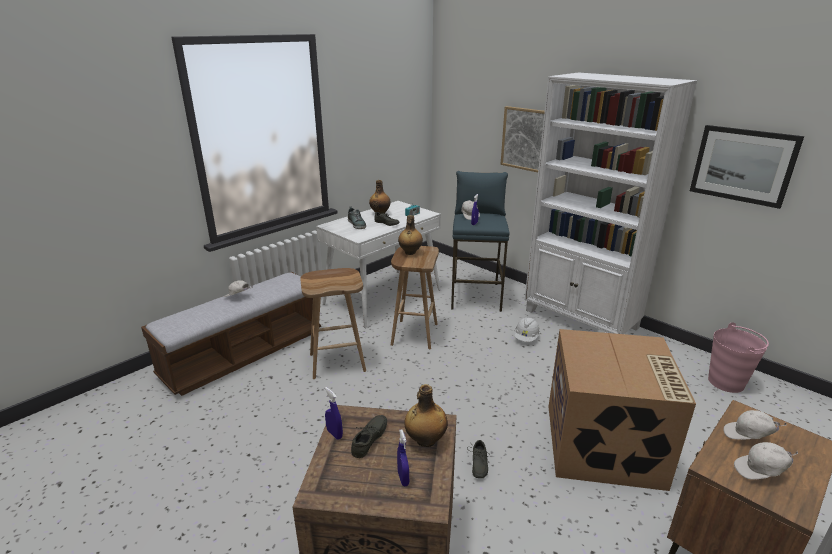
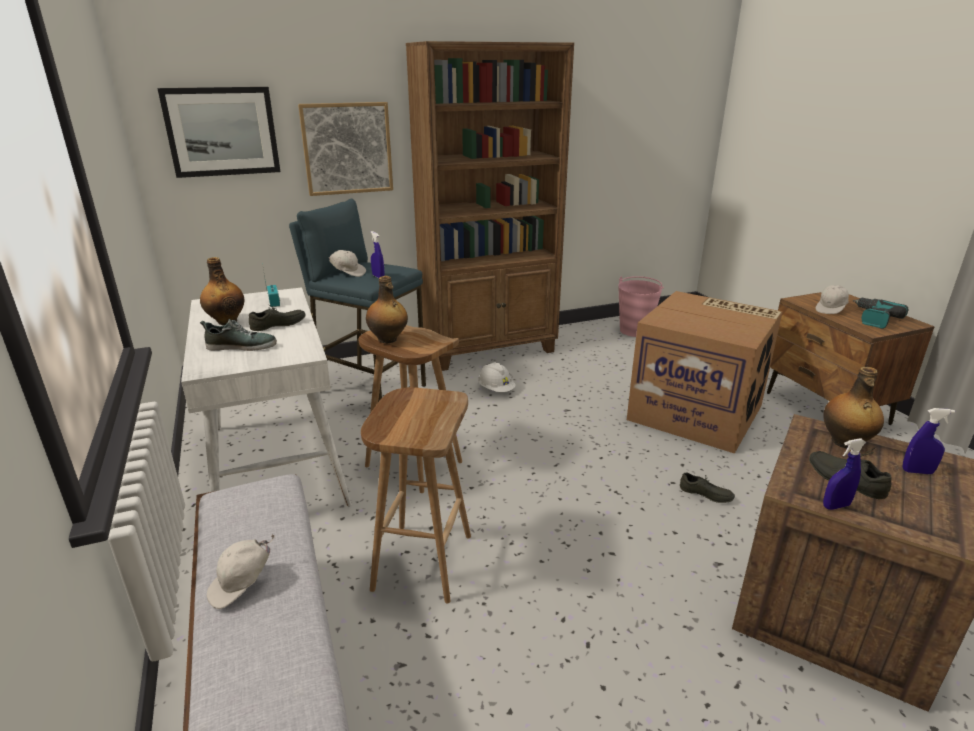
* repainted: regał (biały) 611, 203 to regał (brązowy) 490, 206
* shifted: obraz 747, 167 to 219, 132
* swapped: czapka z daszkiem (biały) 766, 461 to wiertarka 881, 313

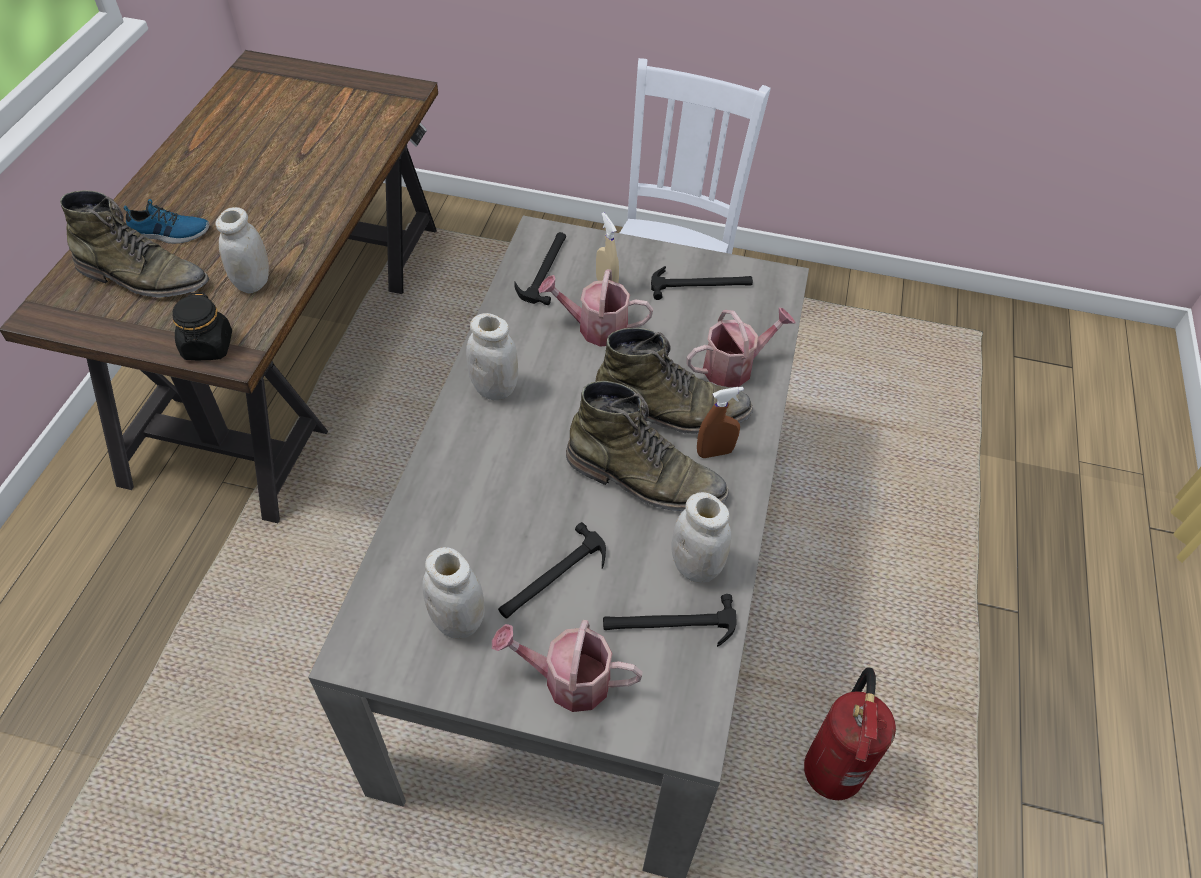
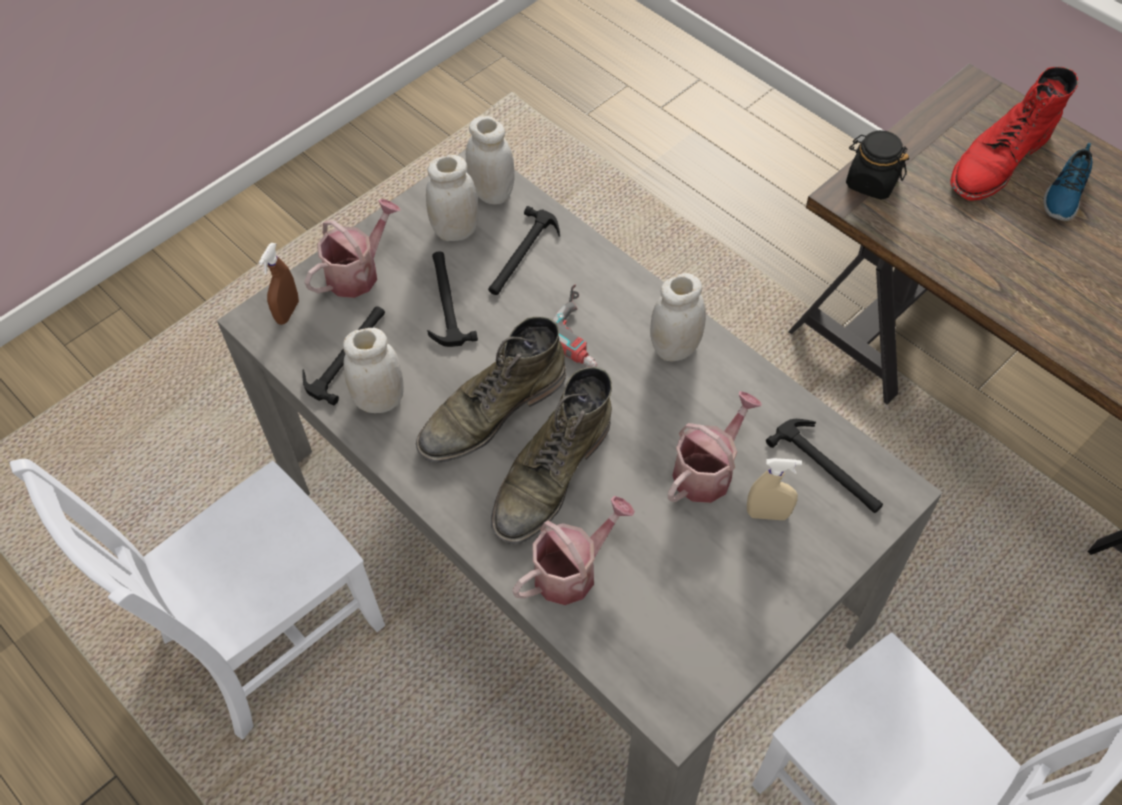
* repainted: but z cholewką (zielony) 134, 244 to but z cholewką (czerwony) 1014, 134
* shifted: słoik (biały) 242, 250 to 490, 160
* shifted: młotek 702, 283 to 524, 250
* rotated: konewka 740, 347 = 573, 550 135 degrees counterclockwise
* shifted: spryskiwacz (brązowy) 720, 422 to 279, 284
* swapped: gaśnica 850, 733 to krzesło (biały) 197, 599
* new: wiertarka 575, 325

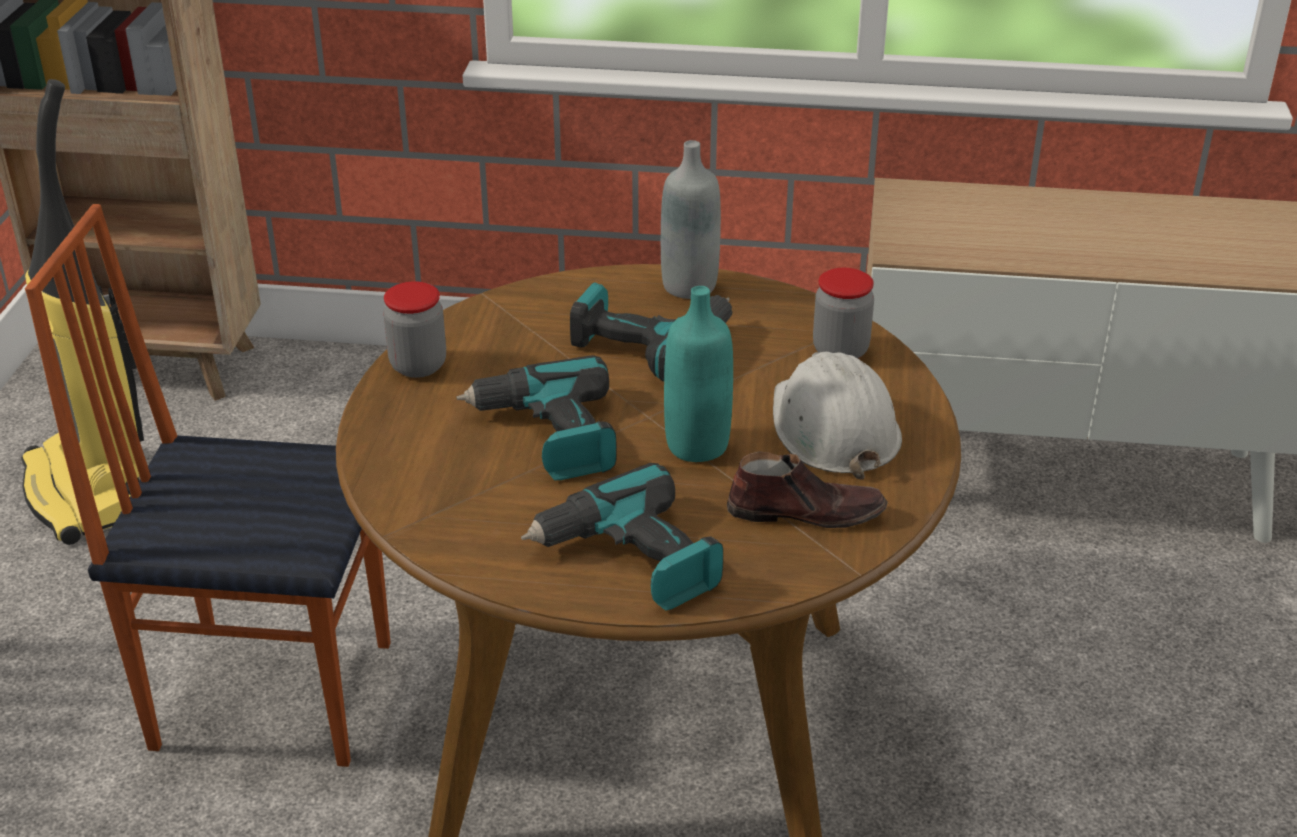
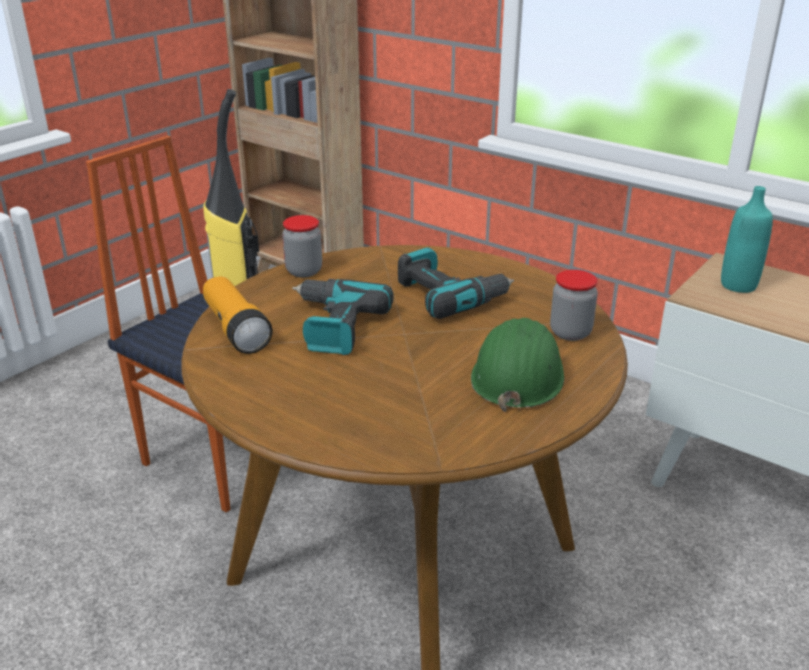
* gone: wiertarka 622, 537
* gone: butelka (szary) 691, 219
* shifted: butelka (turkusowy) 698, 374 to 747, 239
* gone: but (brązowy) 807, 489
* repainted: kask (biały) 837, 416 to kask (zielony) 517, 365
* new: latarka 237, 315

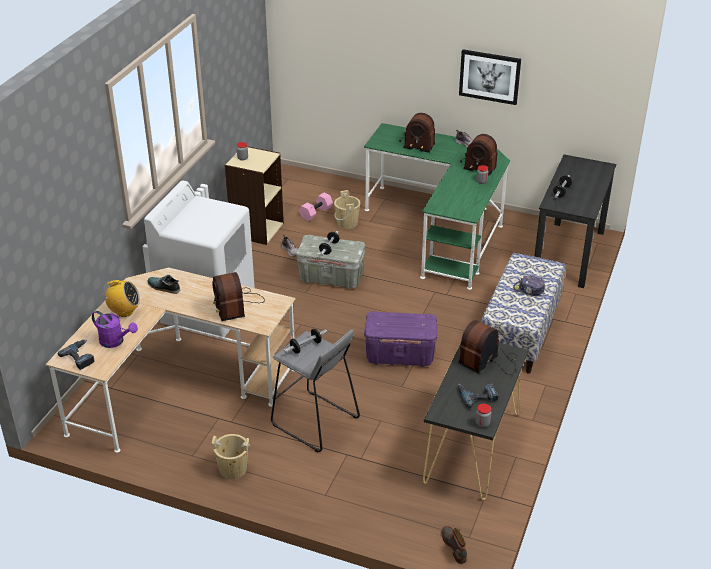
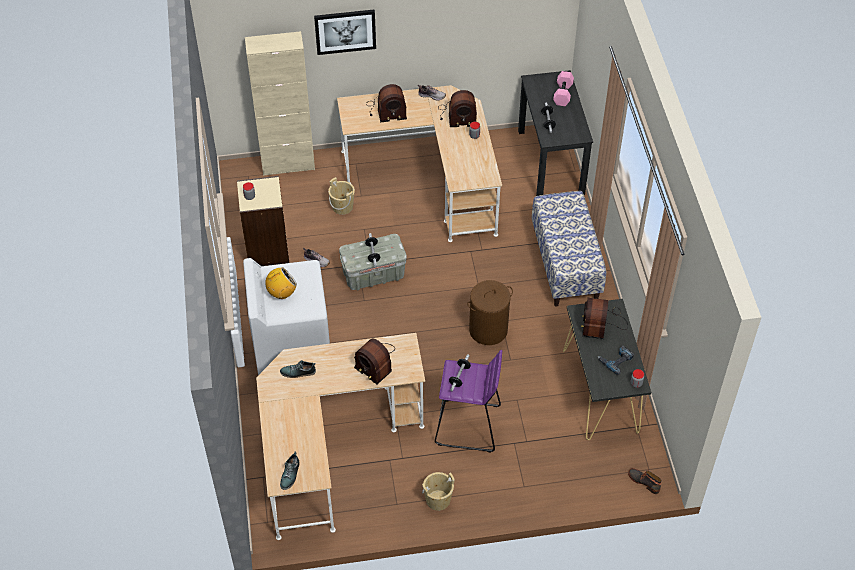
* swapped: wiertarka 76, 354 to but 290, 471
* gone: konewka (fioletowy) 115, 329
* shifted: radio 121, 298 to 281, 283
* repainted: stołek (szary) 315, 391 to stołek (fioletowy) 468, 401
* shifted: hantel (różowy) 316, 207 to 563, 88
* repainted: biurko (zielony) 437, 206 to biurko (beżowy) 419, 163
* swapped: pojemnik do przechowywania (fioletowy) 401, 339 to kosz na pranie (brązowy) 490, 312
* shifted: obraz 490, 77 to 345, 32
* gone: czapka z daszkiem 529, 285
* new: szafka (beżowy) 280, 103

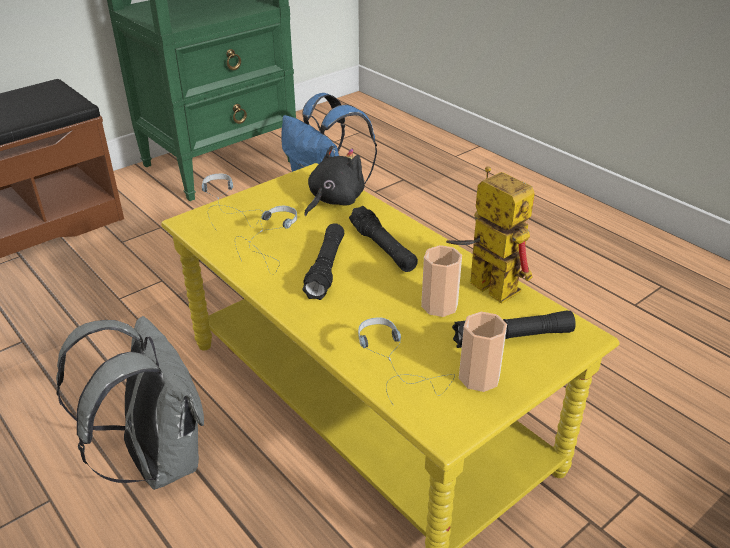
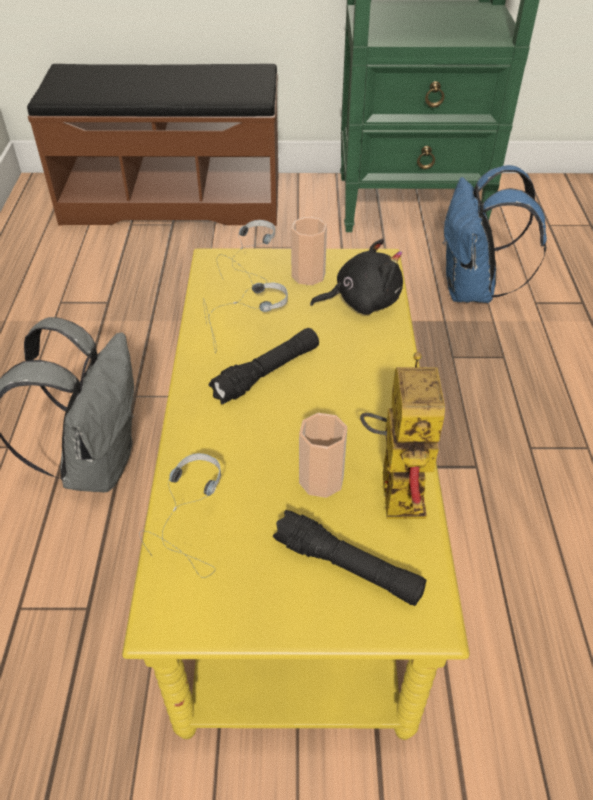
* gone: latarka (czarny) 383, 239
* shifted: filiżanka 483, 352 to 309, 251

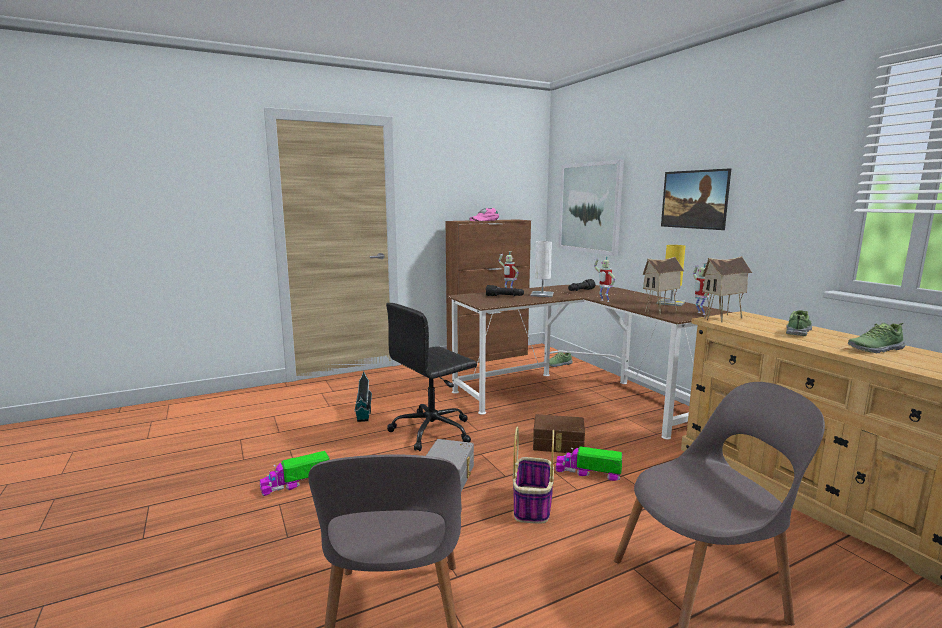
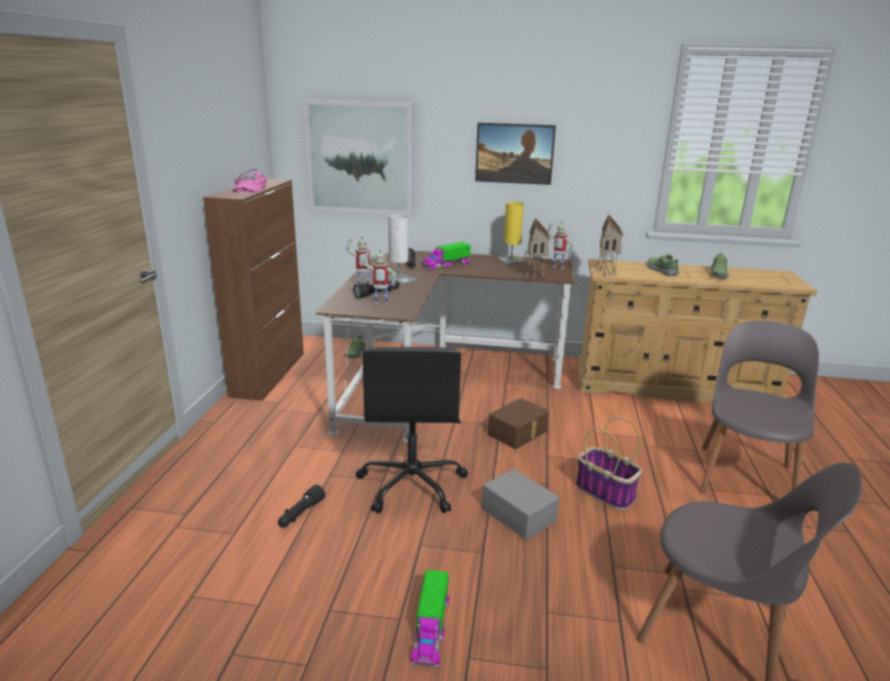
* swapped: domek 363, 396 to latarka (czarny) 301, 506
* shifted: ciężarówka zabawkowa 588, 464 to 446, 256
* shifted: robot zabawkowy 605, 279 to 380, 276

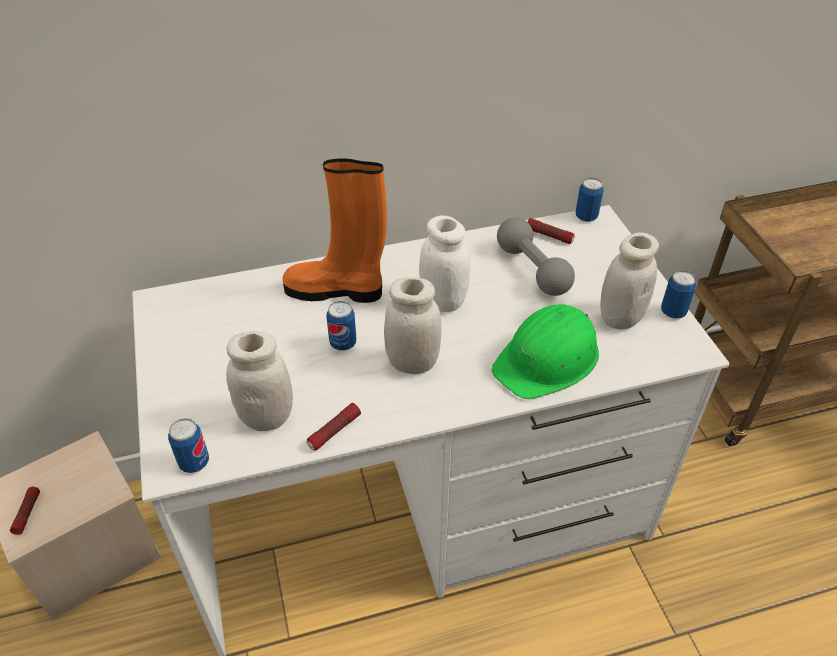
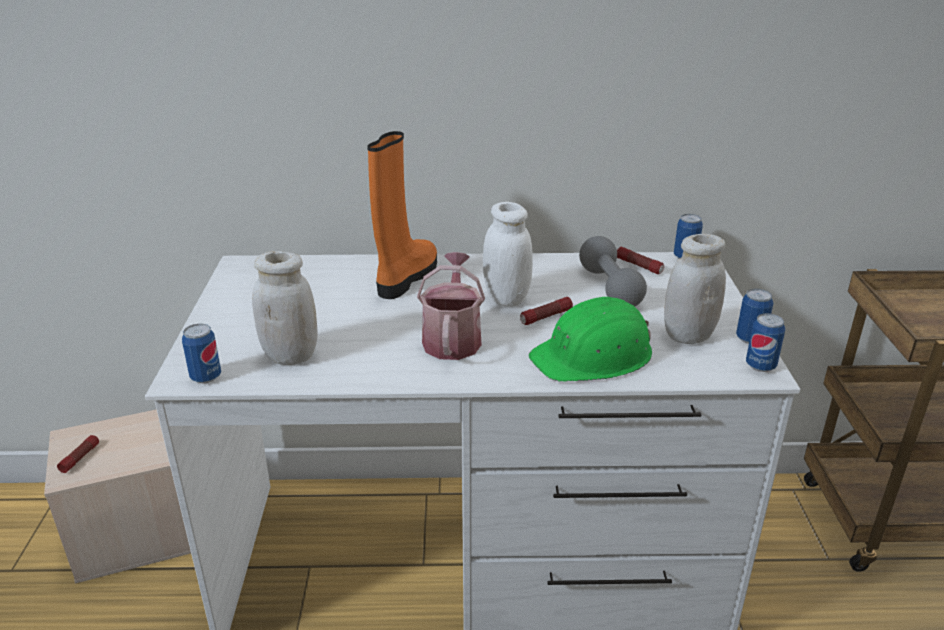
* rotated: but z cholewką (pomarańczowy) 334, 230 = 402, 215 90 degrees clockwise
* shifted: latarka 334, 426 to 546, 311
* shifted: puszka 341, 325 to 765, 342
* swapped: słoik (biały) 412, 325 to konewka 451, 306

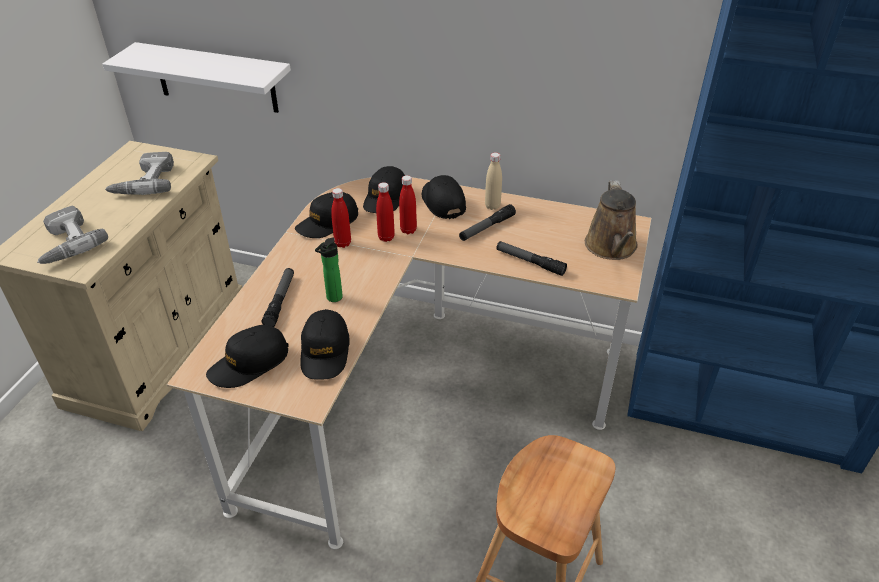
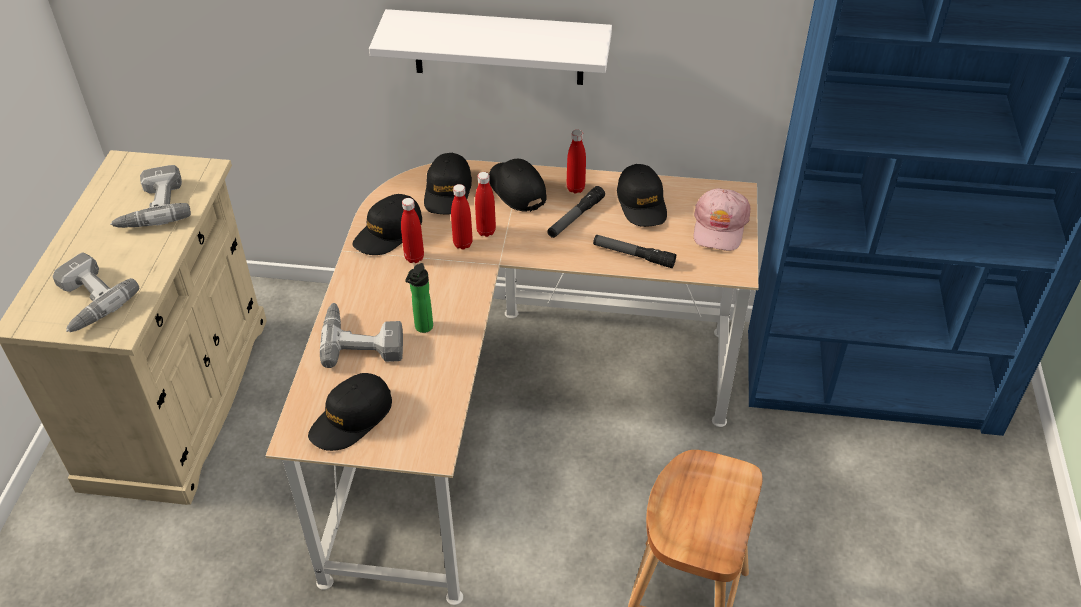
* shifted: półka (biały) 196, 77 to 490, 47
* swapped: latarka 278, 297 to wiertarka 361, 335
* shifted: czapka z daszkiem (czarny) 325, 344 to 642, 195
* repainted: butelka (beżowy) 493, 181 to butelka (czerwony) 576, 162
* swapped: konewka (brązowy) 611, 220 to czapka z daszkiem (różowy) 722, 219

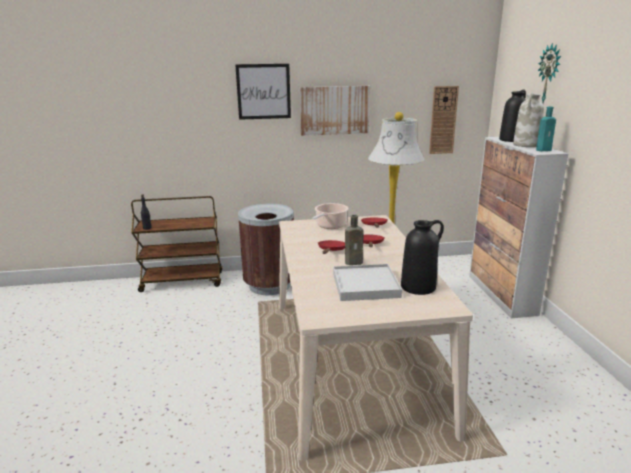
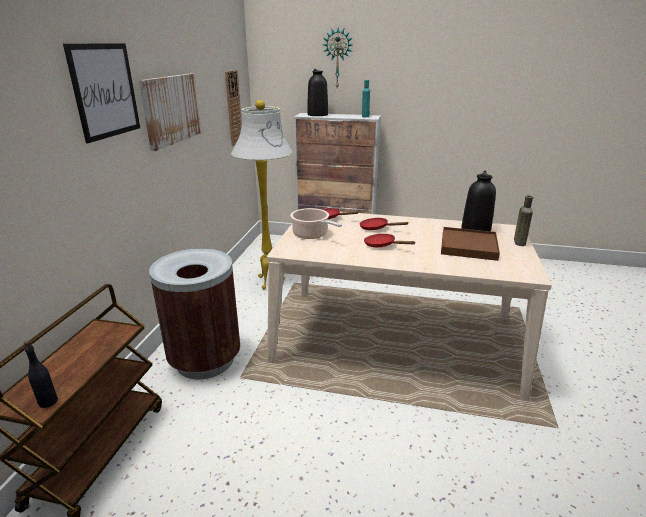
* repainted: taca (biały) 367, 282 to taca (brązowy) 470, 244
* shifted: butelka (brązowy) 354, 240 to 523, 220
* gone: wazon (biały) 528, 120

